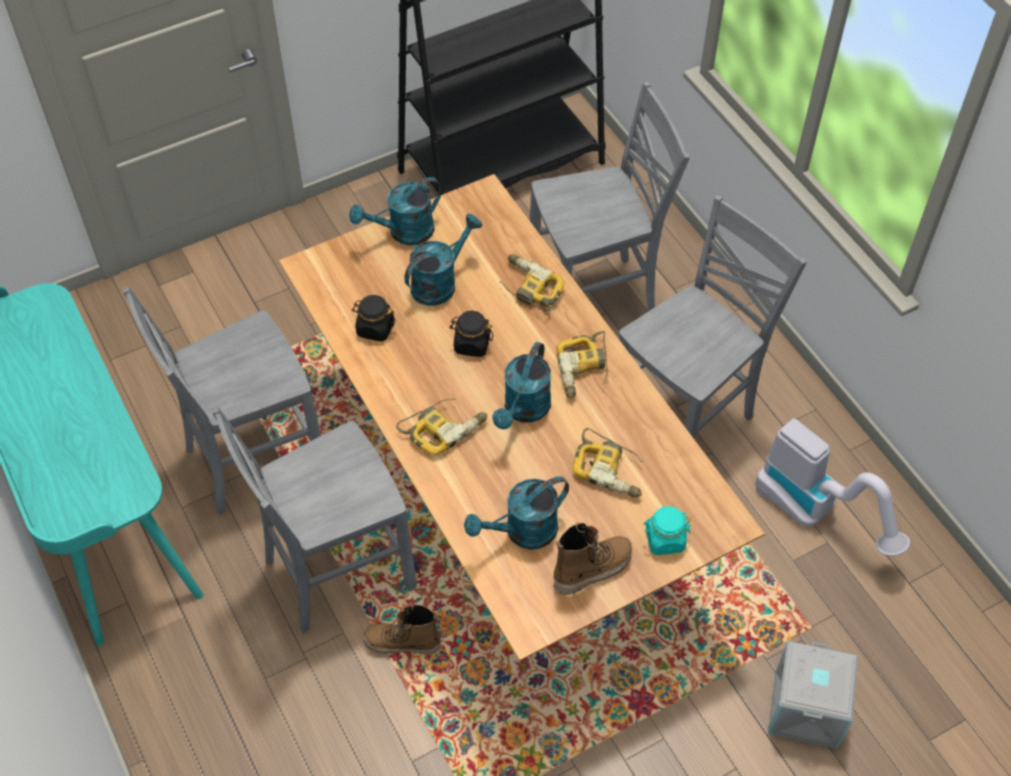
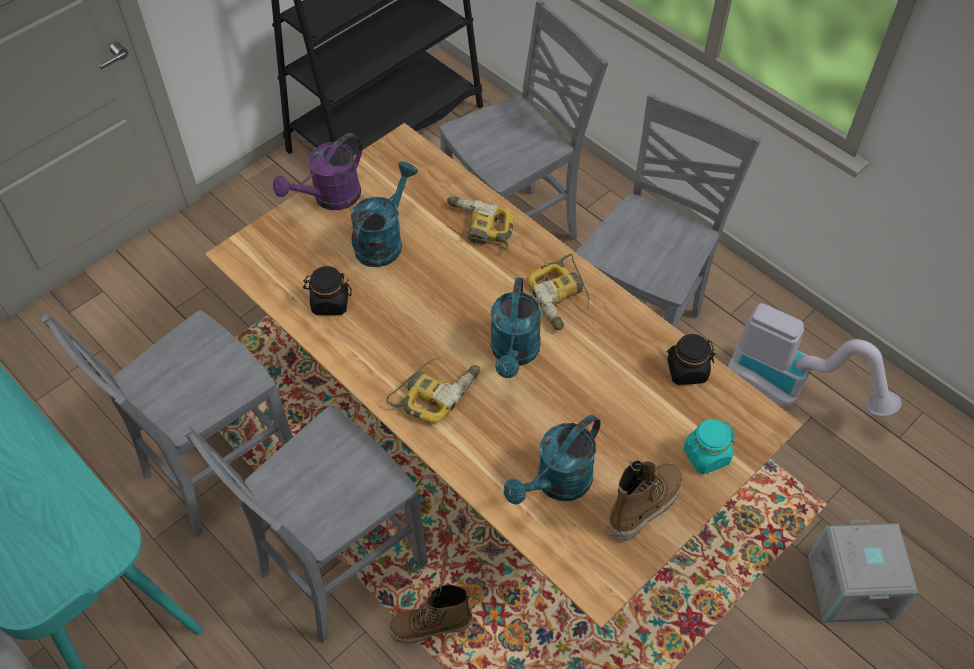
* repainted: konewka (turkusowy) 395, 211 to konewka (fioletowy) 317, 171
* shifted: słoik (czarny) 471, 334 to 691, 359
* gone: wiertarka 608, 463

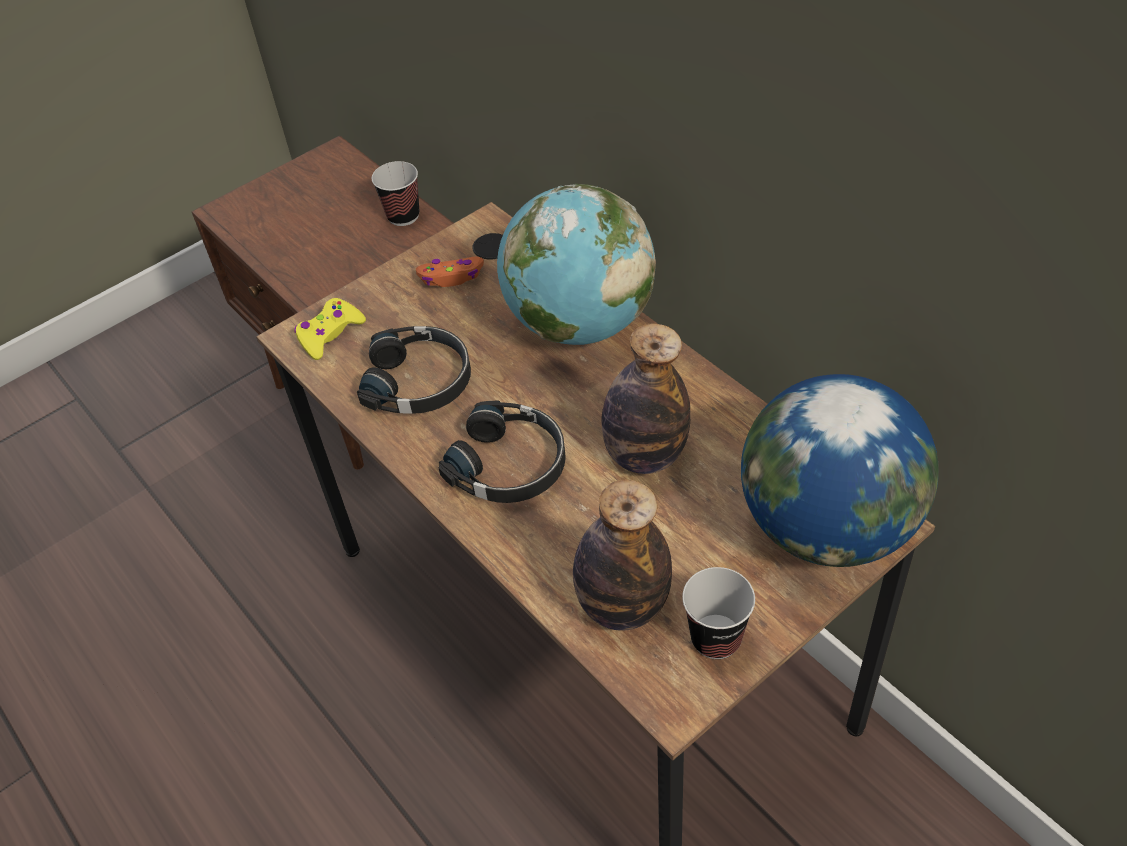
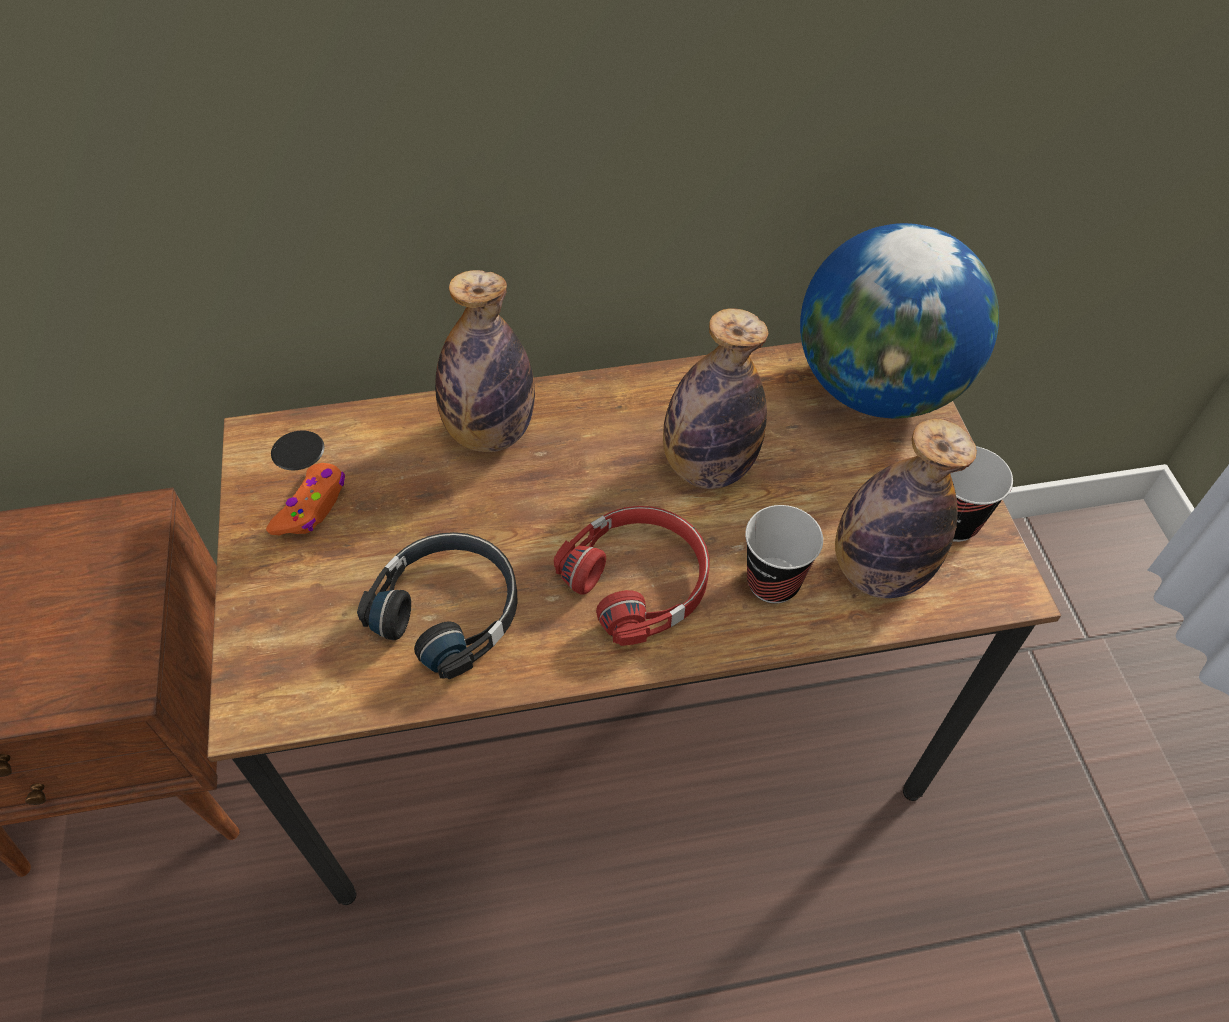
* gone: pad do gier (żółty) 330, 329
* shifted: filiżanka 395, 193 to 784, 554
* repainted: słuchawki (czarny) 502, 452 to słuchawki (czerwony) 631, 576
* swapped: globus 576, 264 to butelka 485, 361

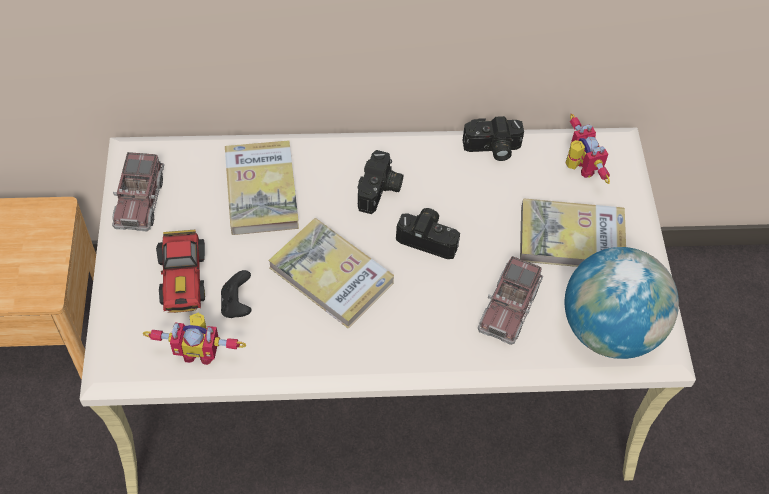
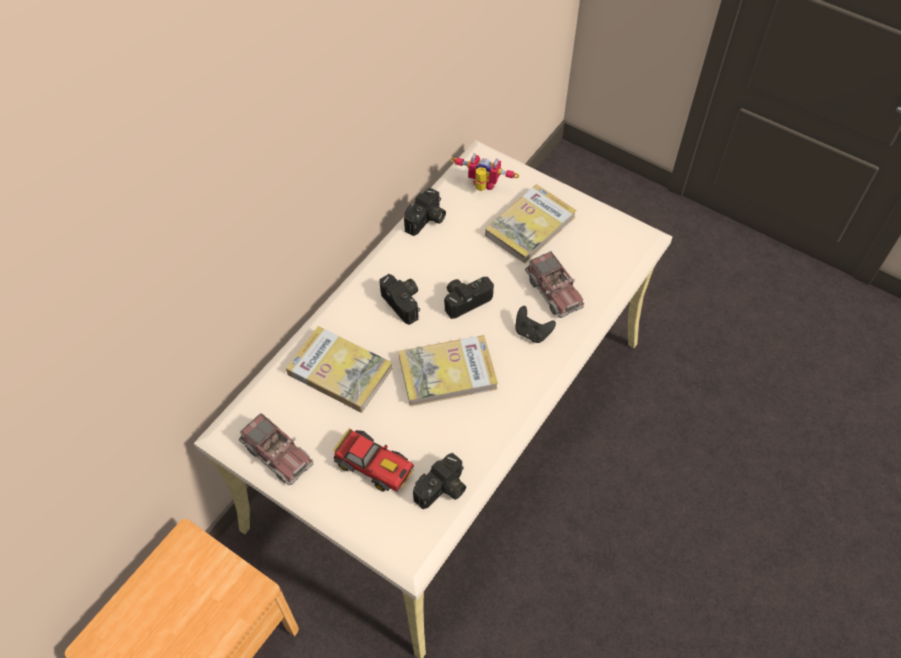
* swapped: robot zabawkowy 194, 339 to aparat fotograficzny 439, 481
* shifted: pad do gier (czarny) 236, 294 to 535, 324
* gone: globus 622, 303

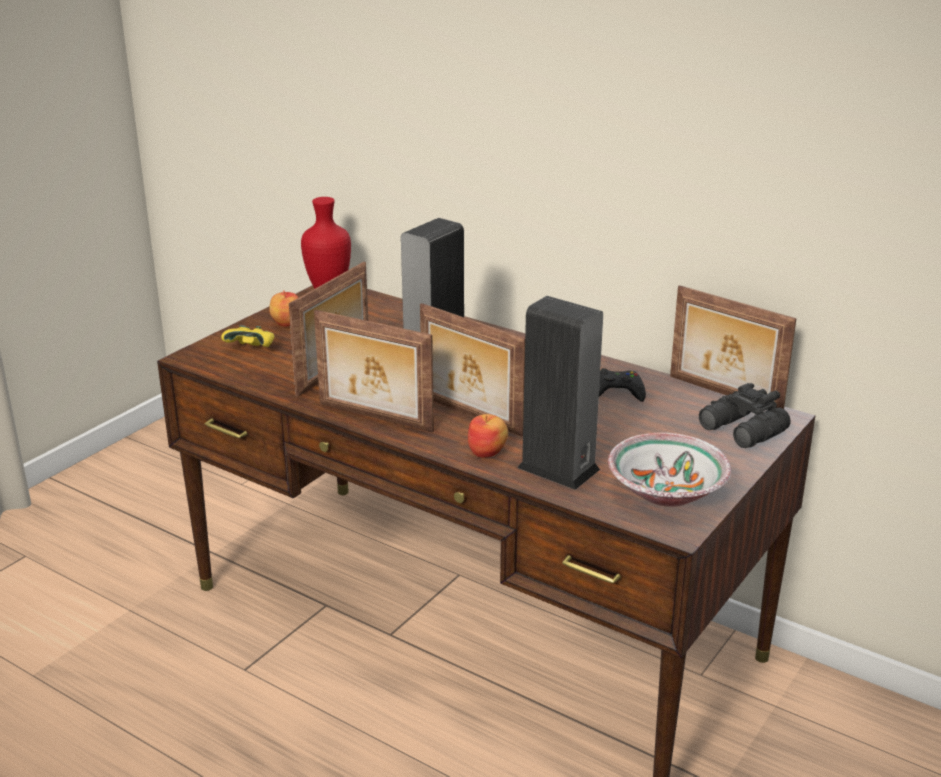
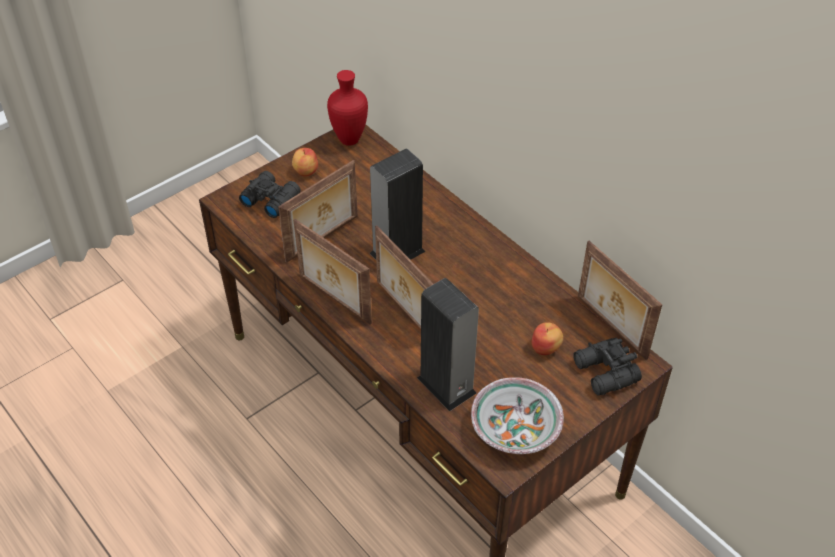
* swapped: pad do gier (żółty) 247, 336 to lornetka (czarny) 270, 194
* shifted: jabłko 488, 436 to 547, 338
* gone: pad do gier (czarny) 622, 385

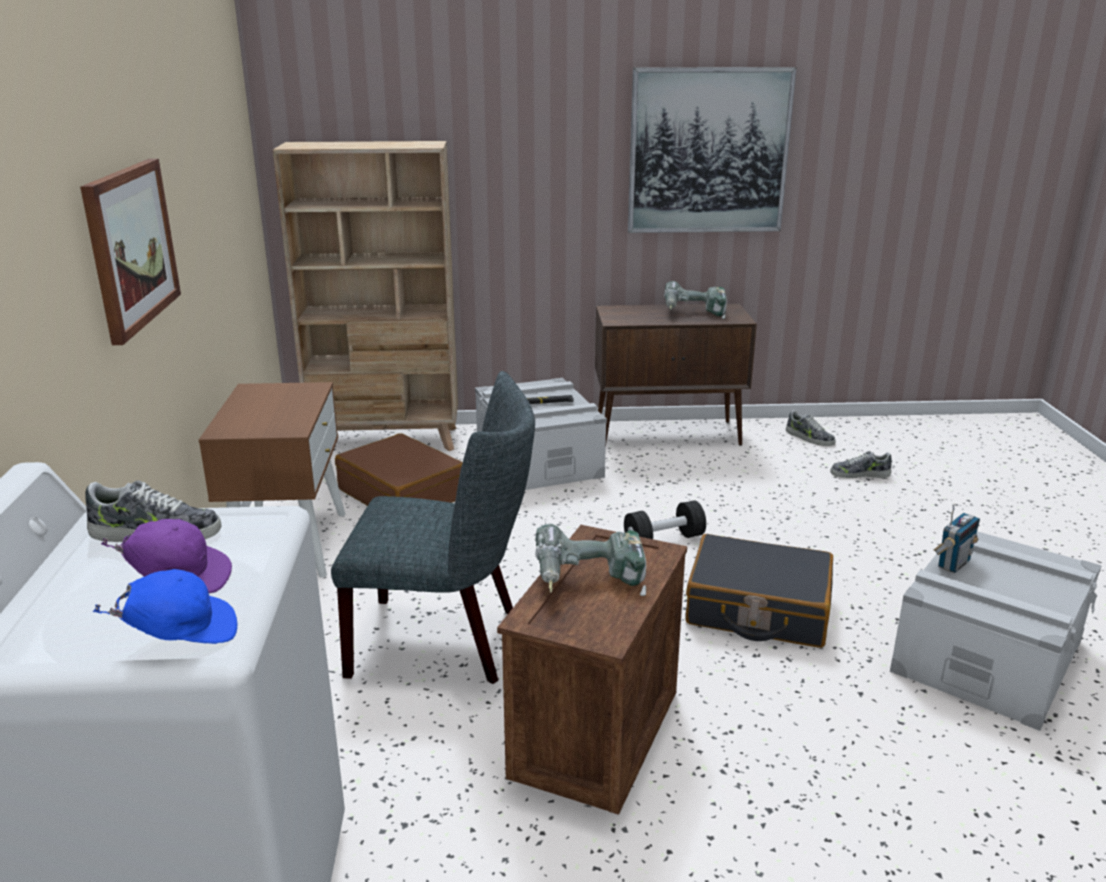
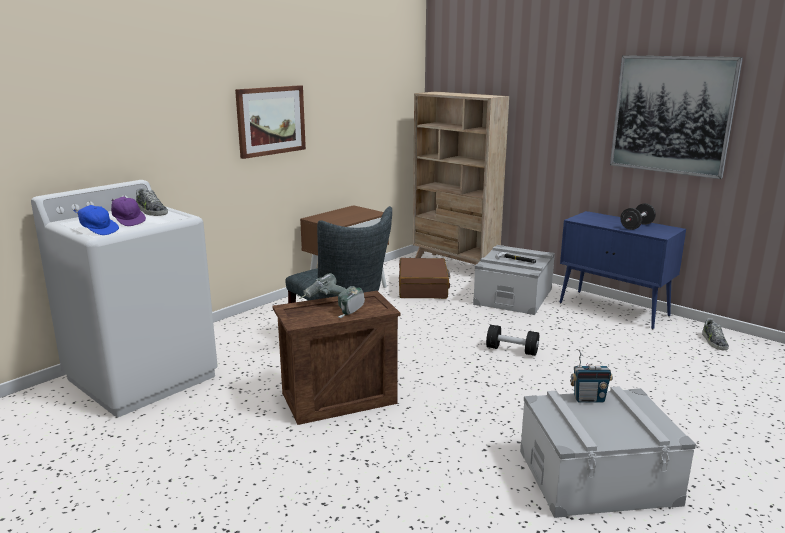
* repainted: szafka (brązowy) 676, 375 to szafka (niebieski) 622, 270
* swapped: wiertarka 695, 300 to hantel (czarny) 638, 216
* gone: walizka (czarny) 759, 591
* gone: but 861, 464

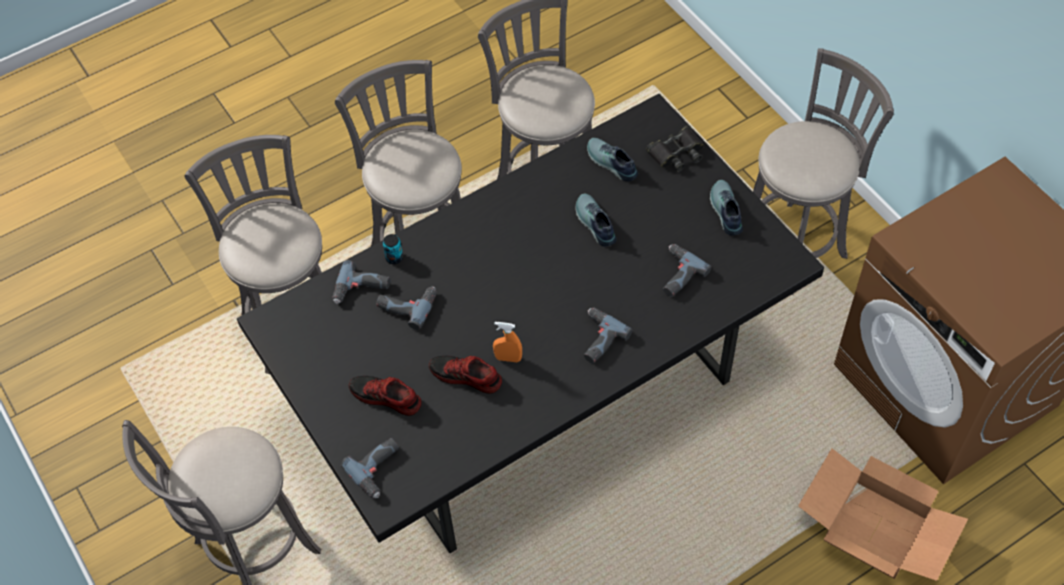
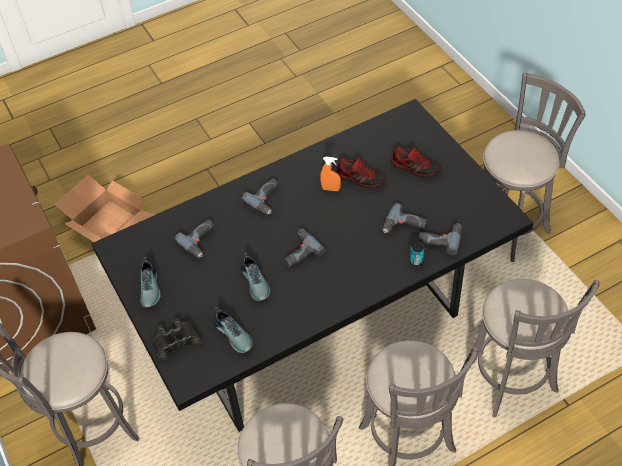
* shifted: wiertarka 370, 468 to 304, 248

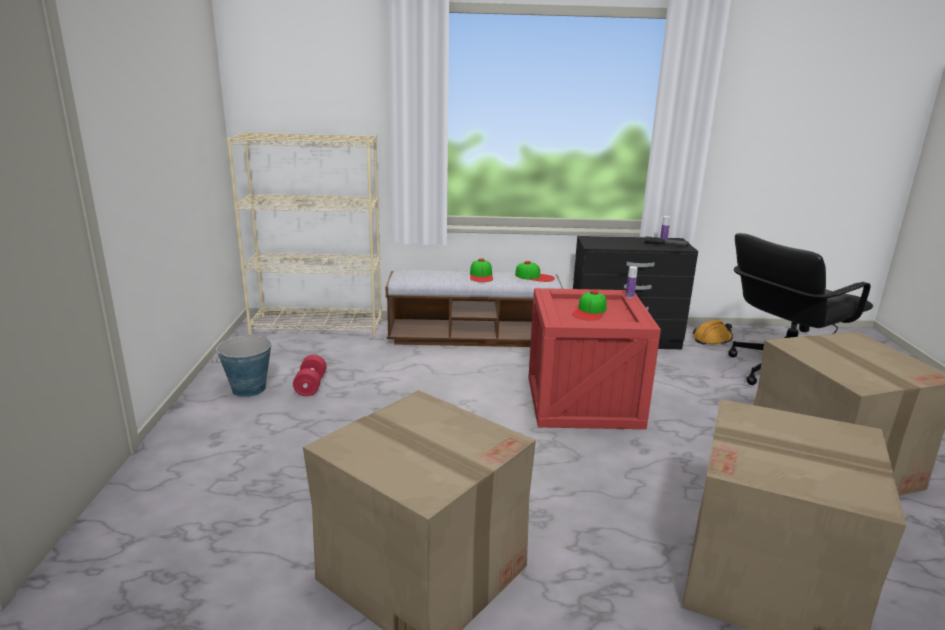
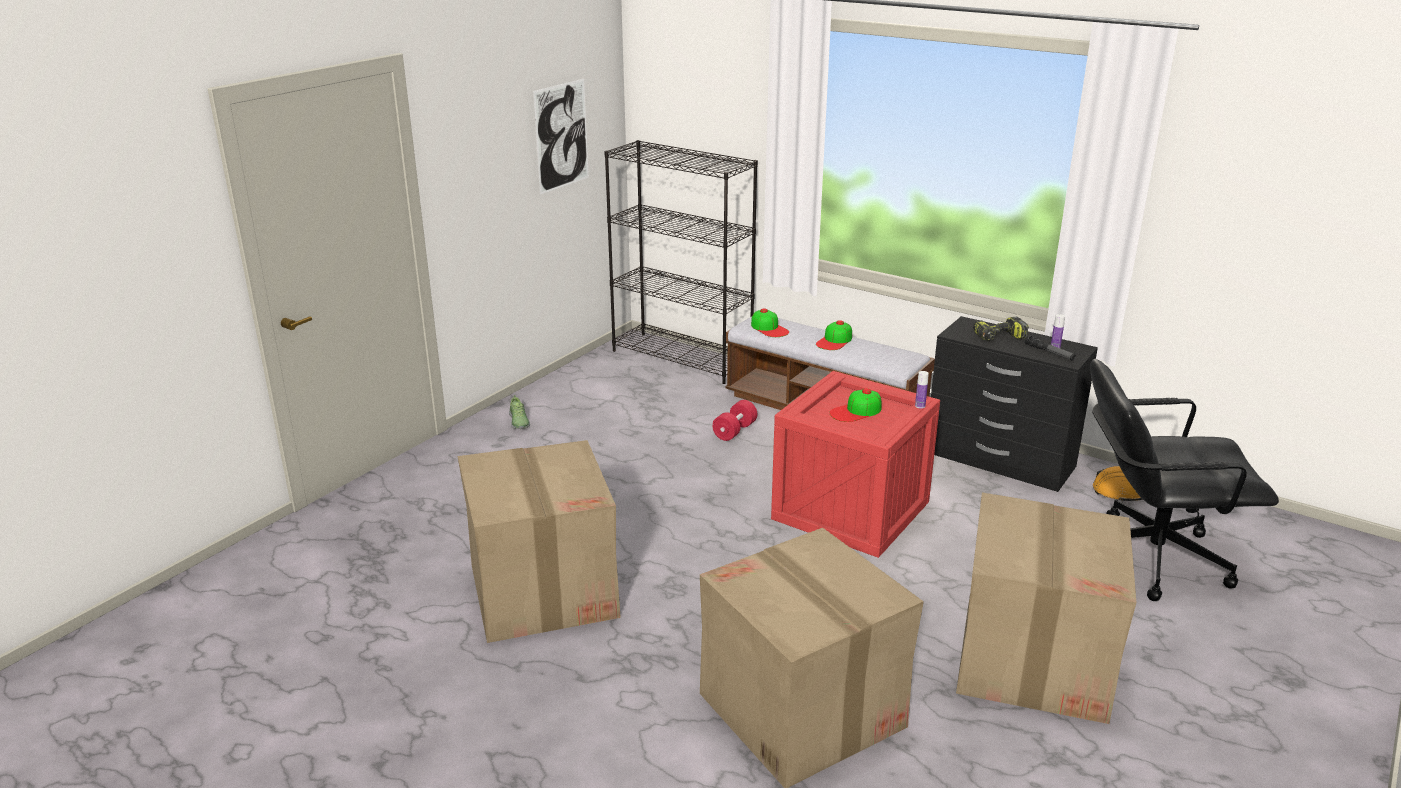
* gone: wiadro 244, 366
* repainted: regał (beżowy) 304, 235 to regał (czarny) 681, 262
* shifted: hantel (czerwony) 310, 375 to 734, 420
* shifted: czapka z daszkiem 535, 271 to 770, 322
* new: but 519, 412
* new: obraz 561, 137
* new: wiertarka 1001, 329

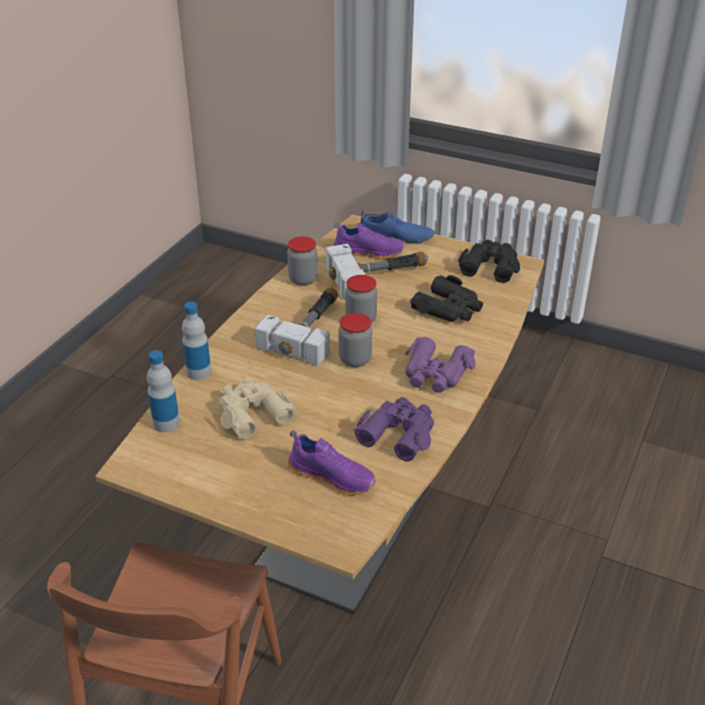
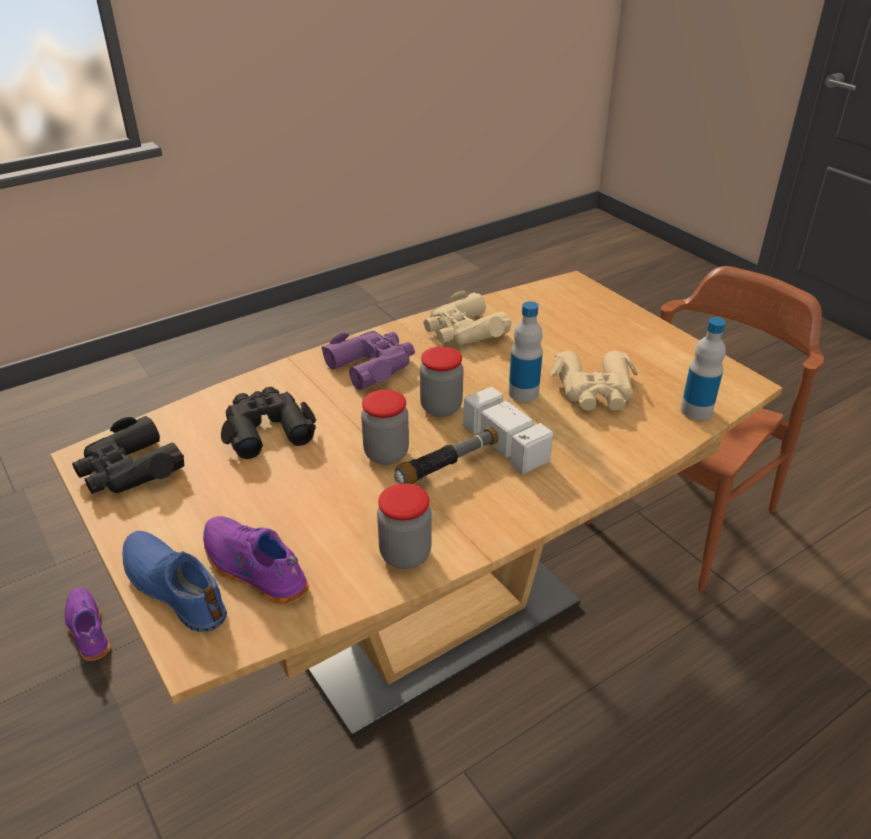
* shifted: butelka 196, 341 to 525, 351
* shifted: but (fioletowy) 332, 462 to 87, 624
* gone: młotek 377, 272
* repainted: lornetka (fioletowy) 394, 429 to lornetka (beżowy) 467, 318

